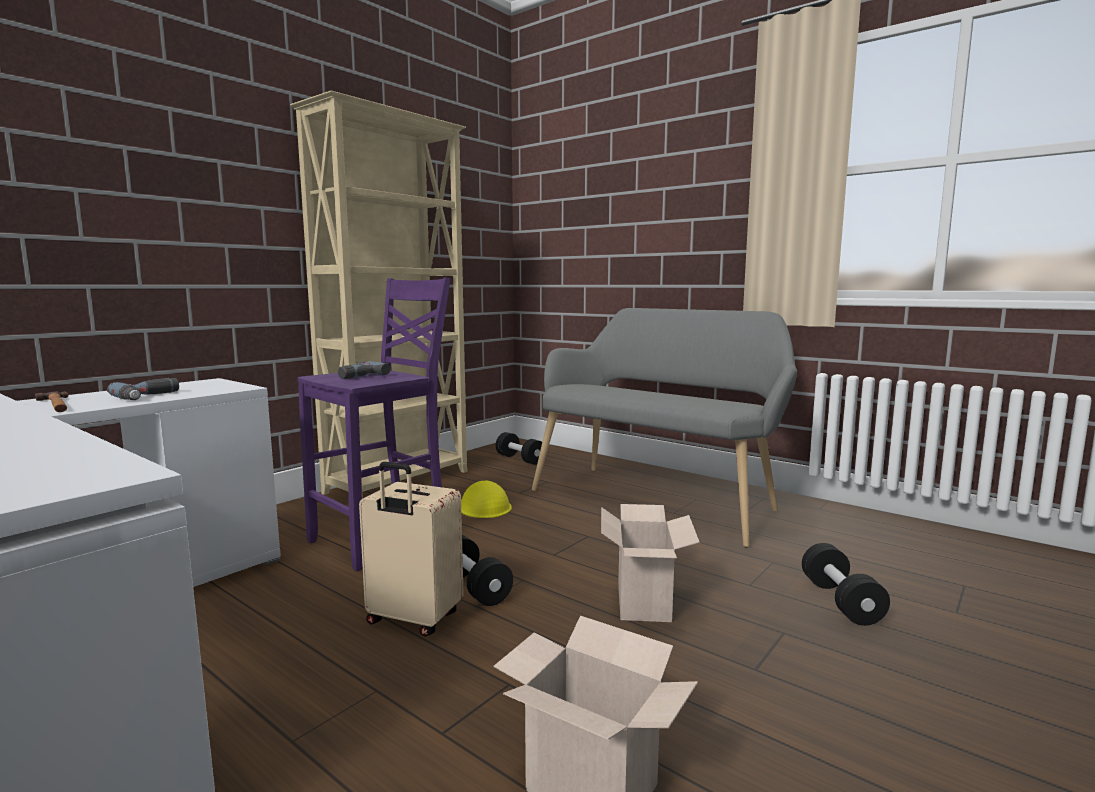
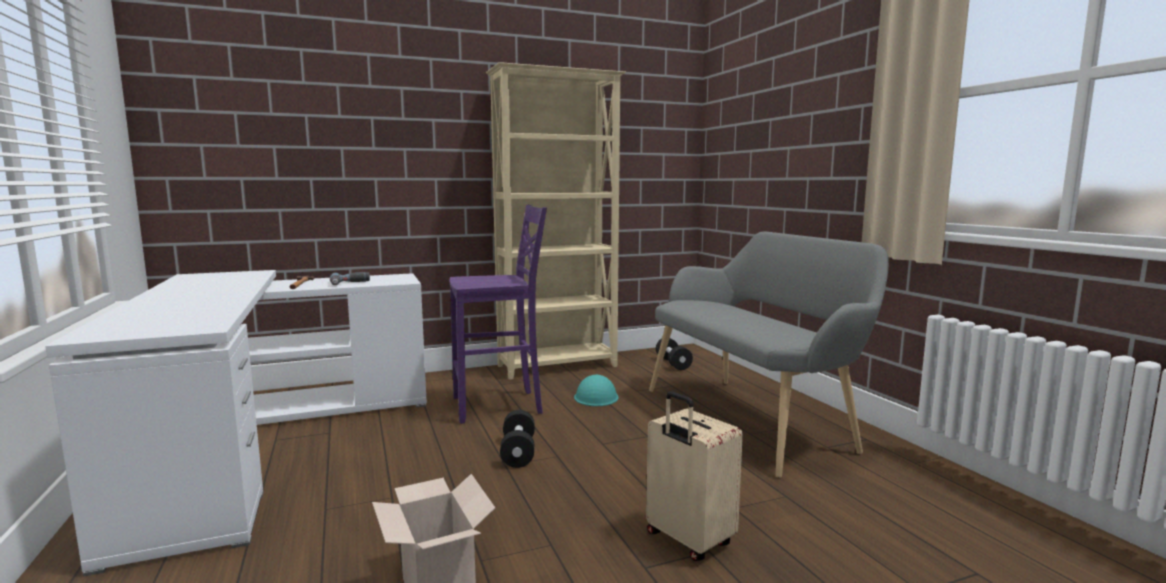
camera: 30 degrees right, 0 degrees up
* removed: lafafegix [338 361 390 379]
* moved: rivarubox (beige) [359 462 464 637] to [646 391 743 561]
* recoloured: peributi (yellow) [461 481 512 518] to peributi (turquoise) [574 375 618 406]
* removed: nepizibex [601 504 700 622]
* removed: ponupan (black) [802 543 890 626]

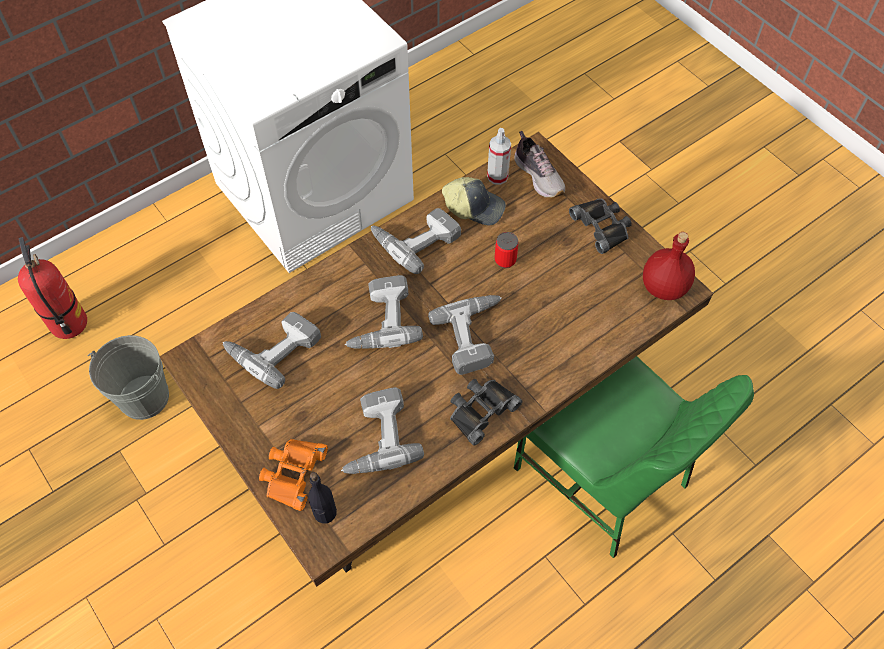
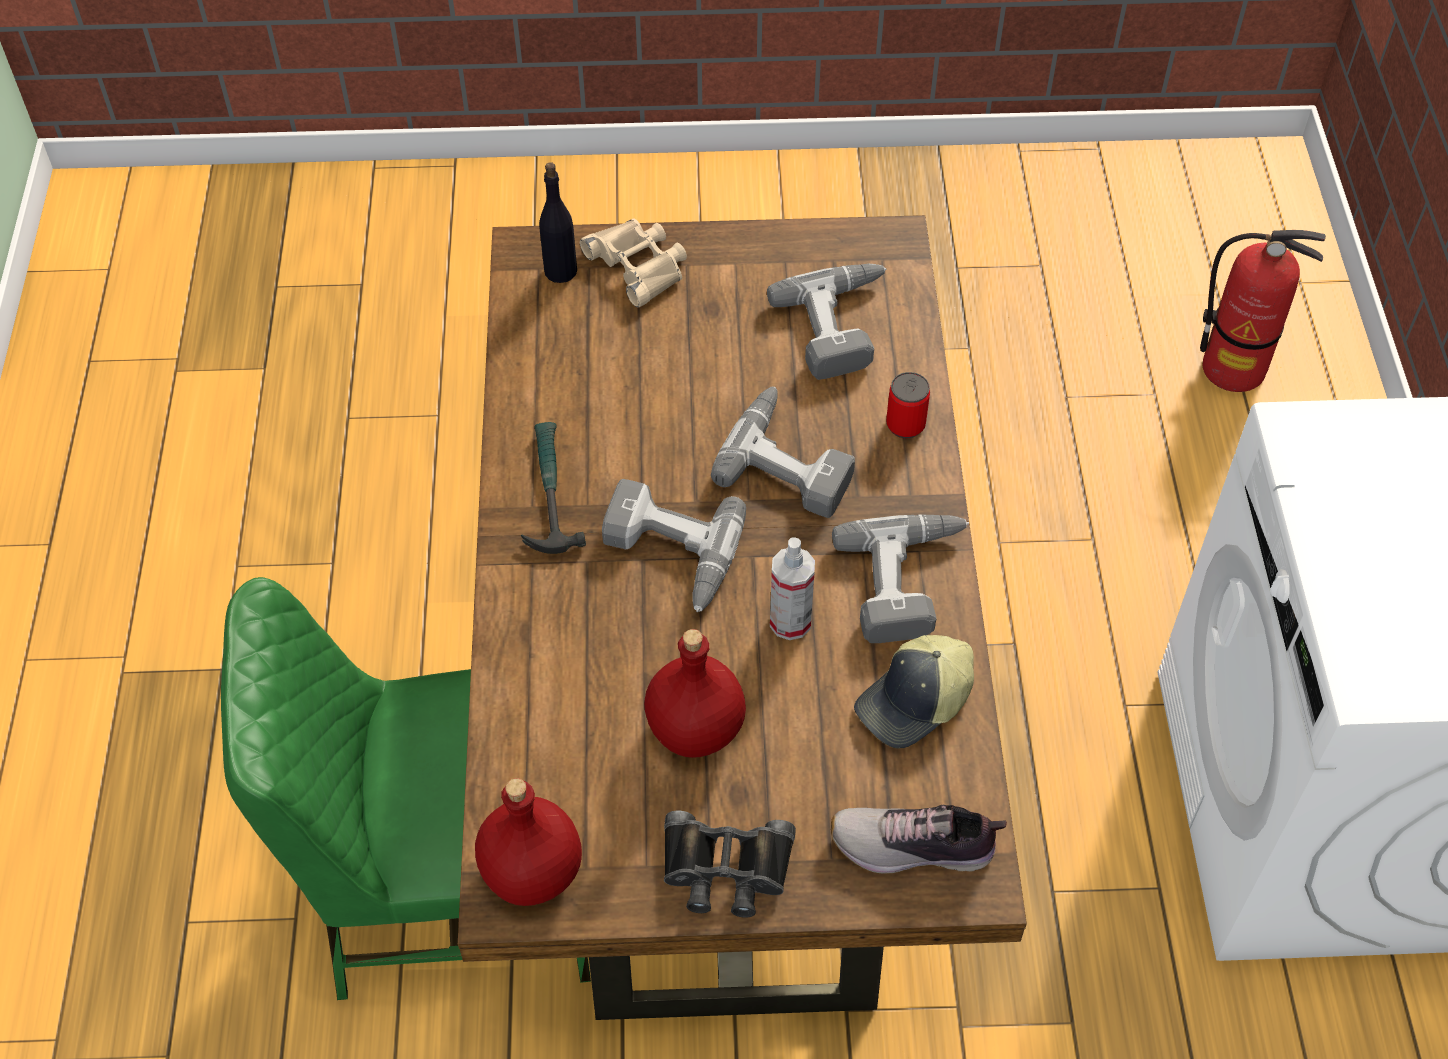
camera: 125 degrees right, 5 degrees down
* moved: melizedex [487 128 511 185] to [770 537 815 640]
* moved: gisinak [494 232 519 268] to [886 372 930 438]
* removed: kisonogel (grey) [88 335 169 420]
* replaced: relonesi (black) [450 379 522 446] to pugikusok [521 422 586 554]
* removed: lafafegix [341 387 424 474]
* recoloured: relonesi (orange) [259 439 328 511] to relonesi (beige) [580 219 687 307]
* added: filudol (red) [644 629 746 758]

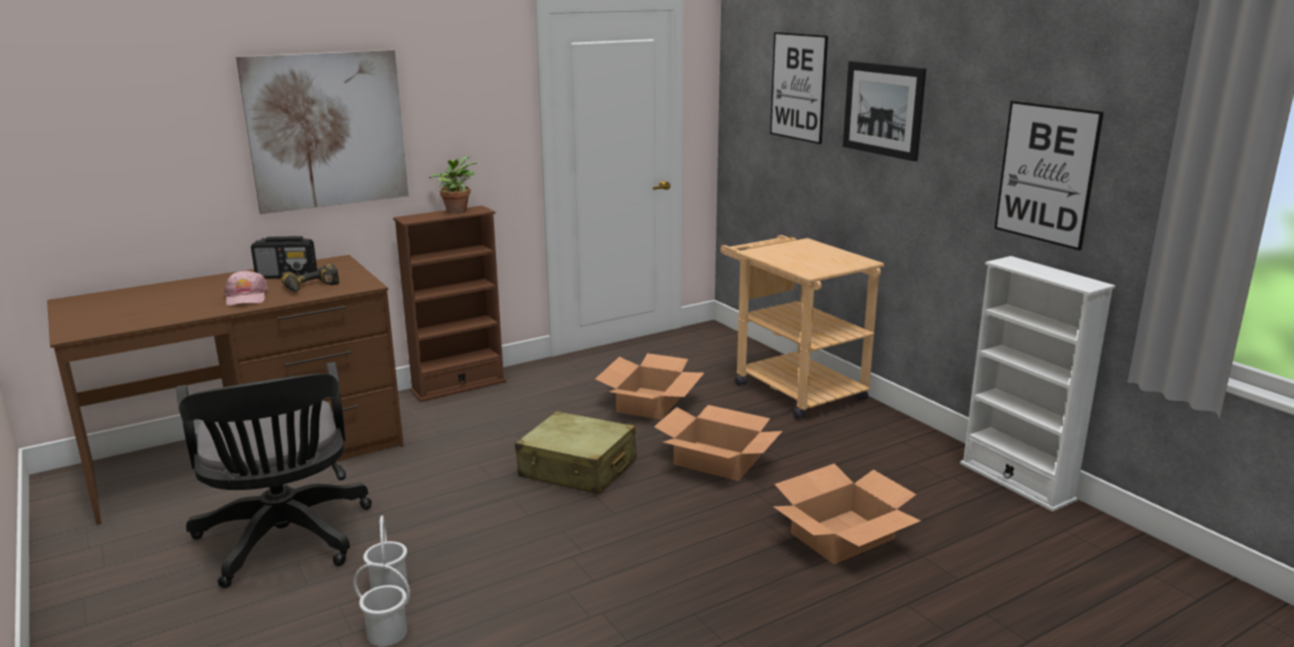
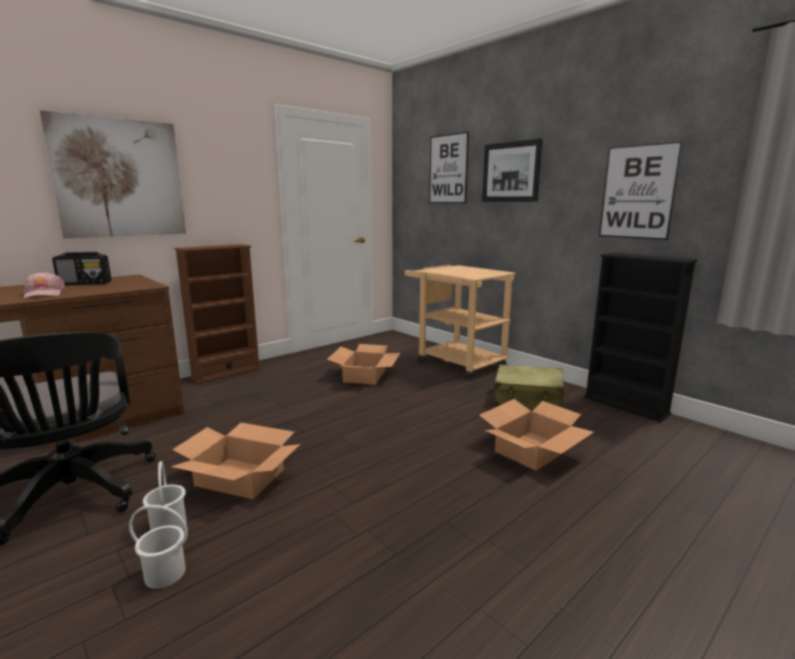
camera: 10 degrees left, 5 degrees down
* removed: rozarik [429 156 477 214]
* recoloured: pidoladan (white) [960 256 1115 512] to pidoladan (black) [584 253 698 422]
* removed: lafafegix [281 264 339 292]
* moved: nepizibex [654 405 782 481] to [171 423 300 499]
* moved: rivarubox (beige) [515 411 637 494] to [494 364 568 410]

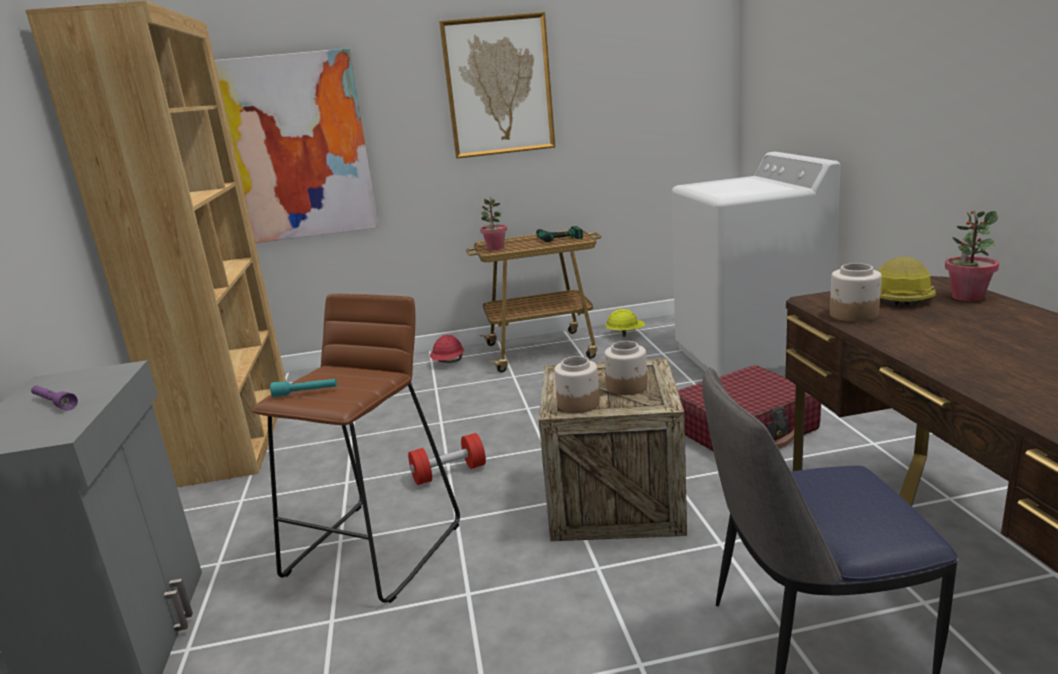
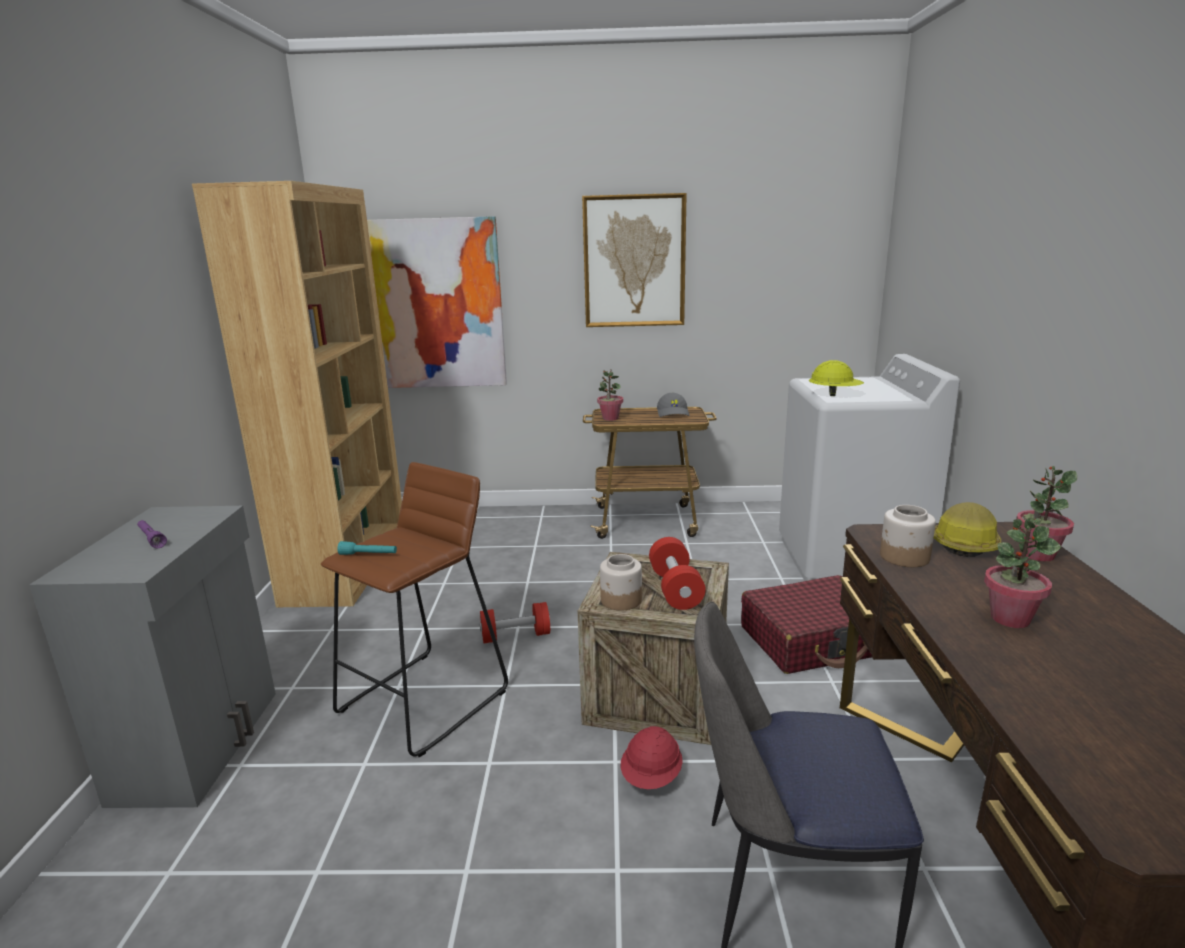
camera: 10 degrees right, 0 degrees up
* replaced: lafafegix [536 226 583 242] to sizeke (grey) [657 393 690 417]
* moved: peributi (yellow) [605 309 646 337] to [809 360 864 396]
* moved: peributi (red) [430 335 464 363] to [621 726 683 789]
* replaced: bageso [604 341 647 395] to ponupan (red) [649 537 706 610]
* added: rozarik [984 518 1061 628]

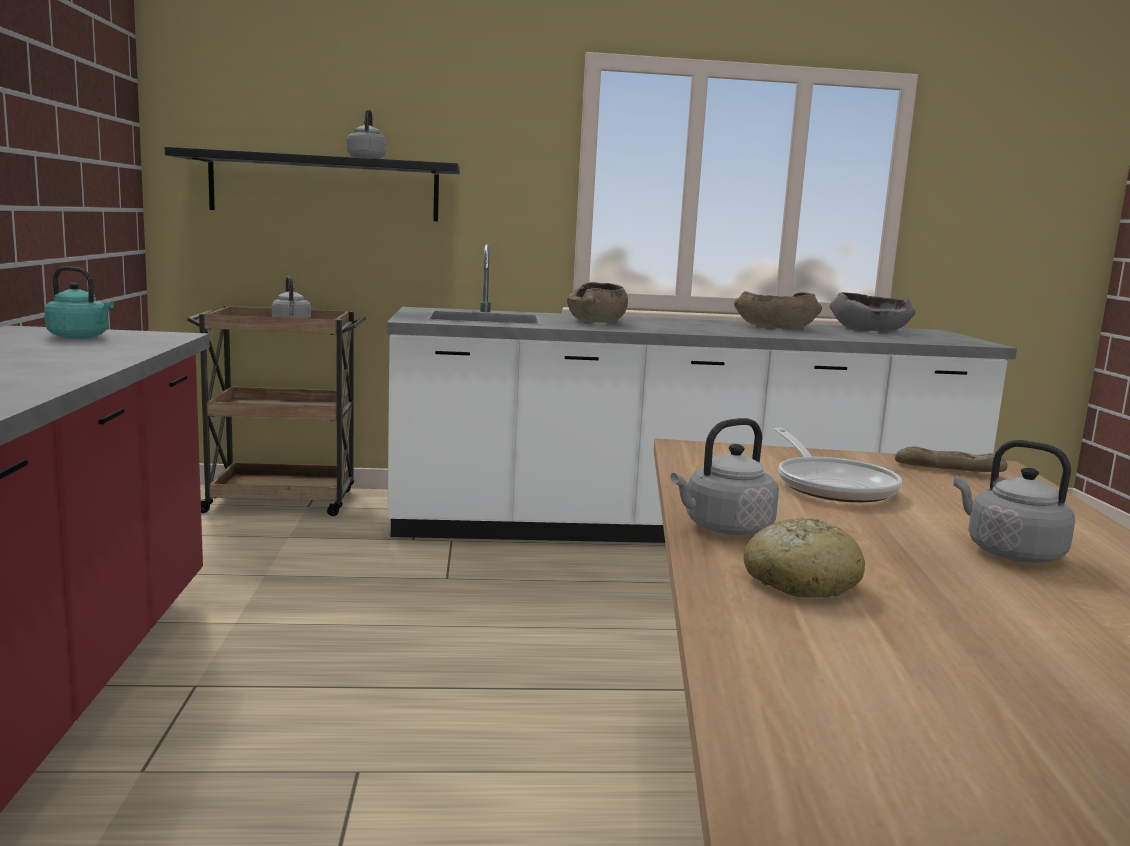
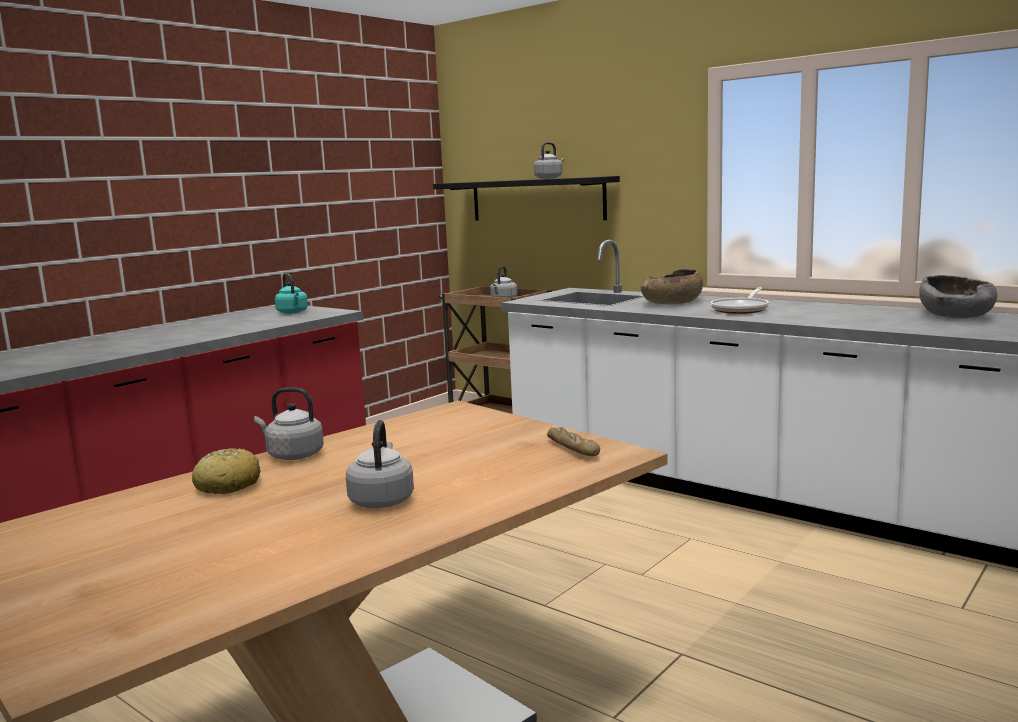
camera: 45 degrees right, 0 degrees up
* removed: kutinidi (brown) [734 291 822 329]
* moved: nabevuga [774 428 902 502] to [711 287 769 314]

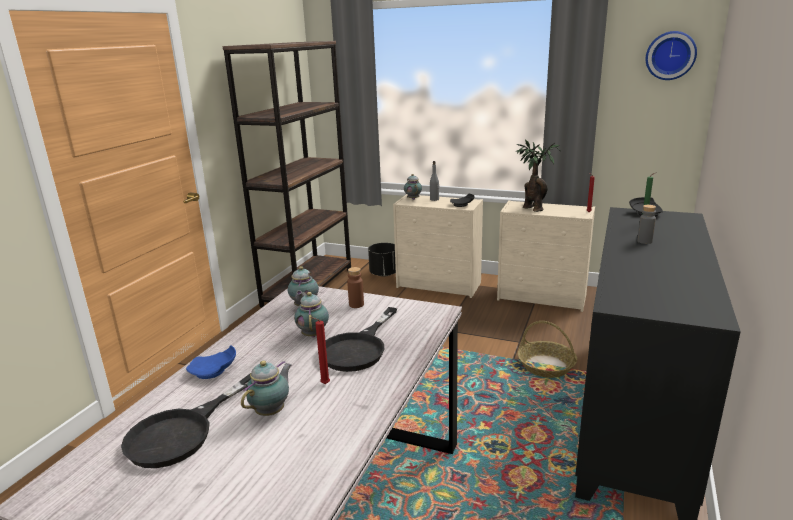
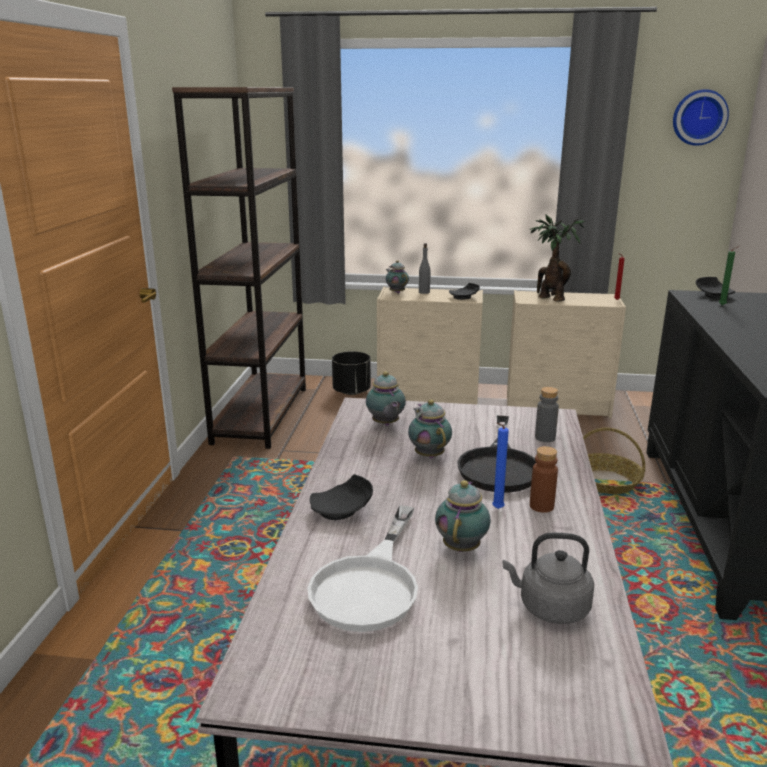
camera: 15 degrees left, 0 degrees up
* moved: filudol (grey) [637 205 656 244] to [535 387 559 442]
* moved: filudol (brown) [347 267 364 308] to [530 446 558 513]
* recoloured: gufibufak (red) [311 317 330 384] to gufibufak (blue) [492 423 509 509]
* recoloured: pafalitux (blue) [186 345 236 379] to pafalitux (black) [310 474 373 520]
* recoloured: nabevuga (black) [121 374 251 468] to nabevuga (white) [307 505 418 632]
* added: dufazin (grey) [503 533 594 624]

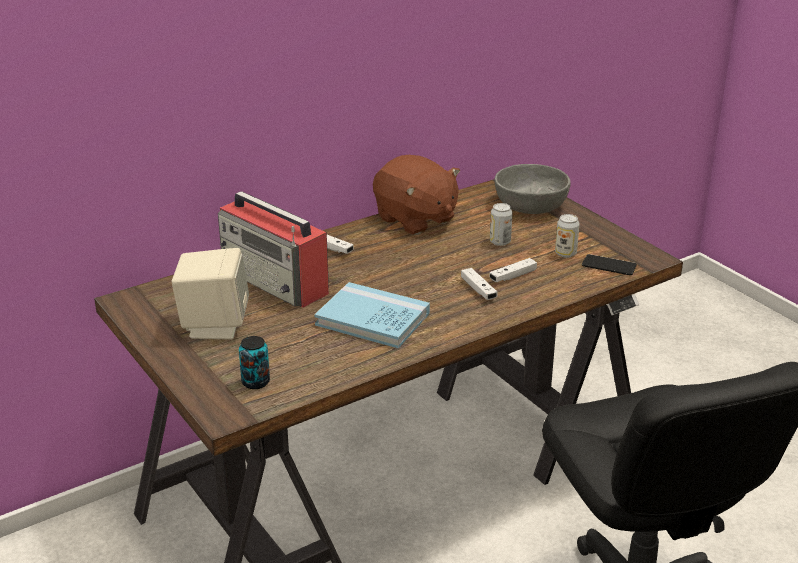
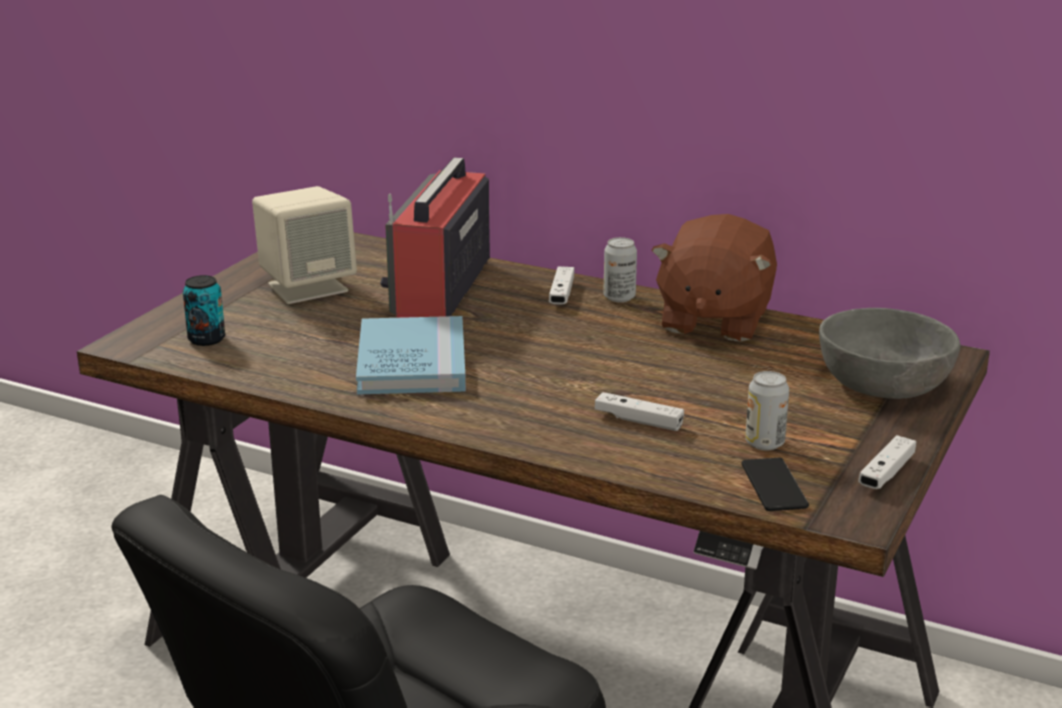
camera: 60 degrees right, 5 degrees down
* moved: gisinak [490 203 513 246] to [604 237 637 302]
* moved: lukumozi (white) [461 268 497 300] to [858 435 916 489]

